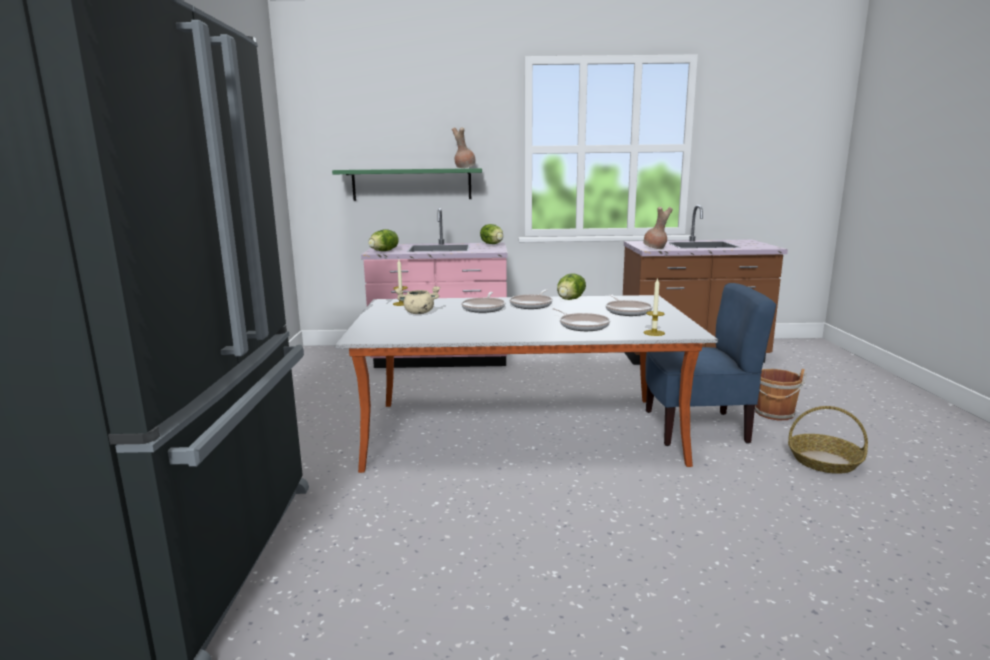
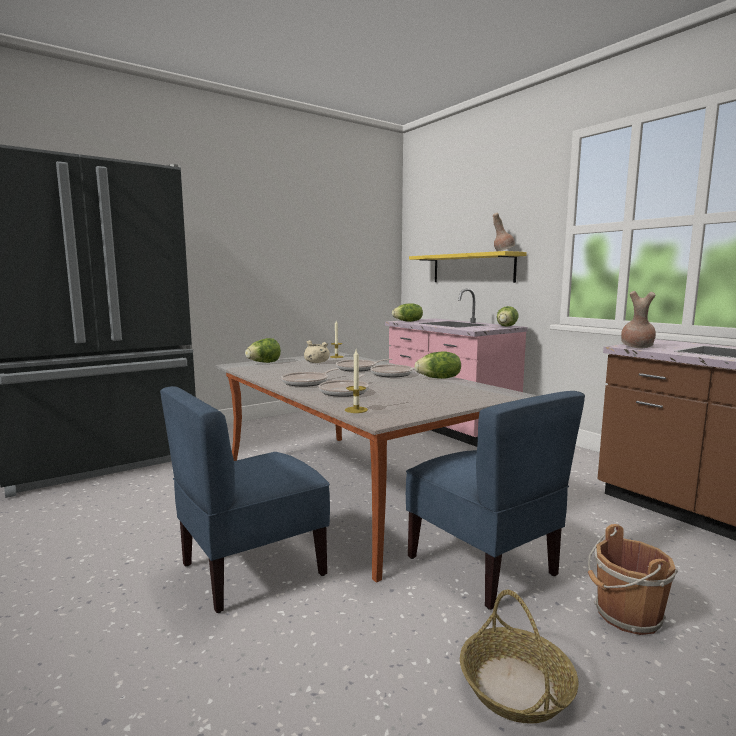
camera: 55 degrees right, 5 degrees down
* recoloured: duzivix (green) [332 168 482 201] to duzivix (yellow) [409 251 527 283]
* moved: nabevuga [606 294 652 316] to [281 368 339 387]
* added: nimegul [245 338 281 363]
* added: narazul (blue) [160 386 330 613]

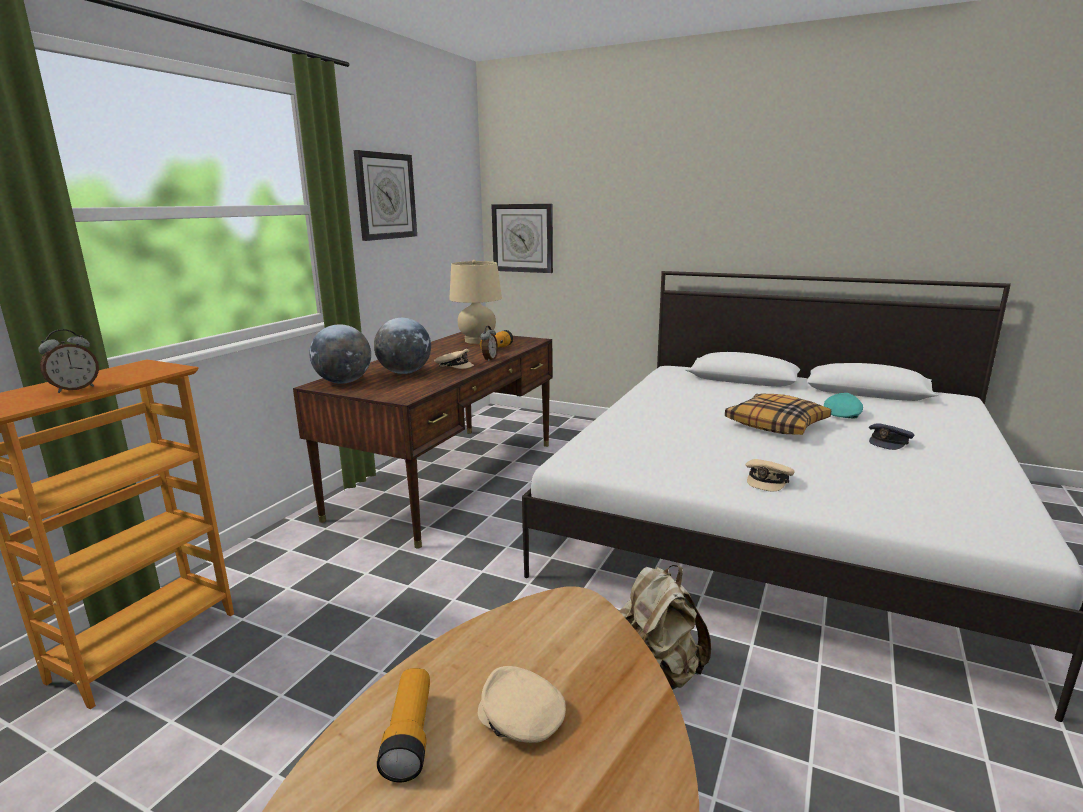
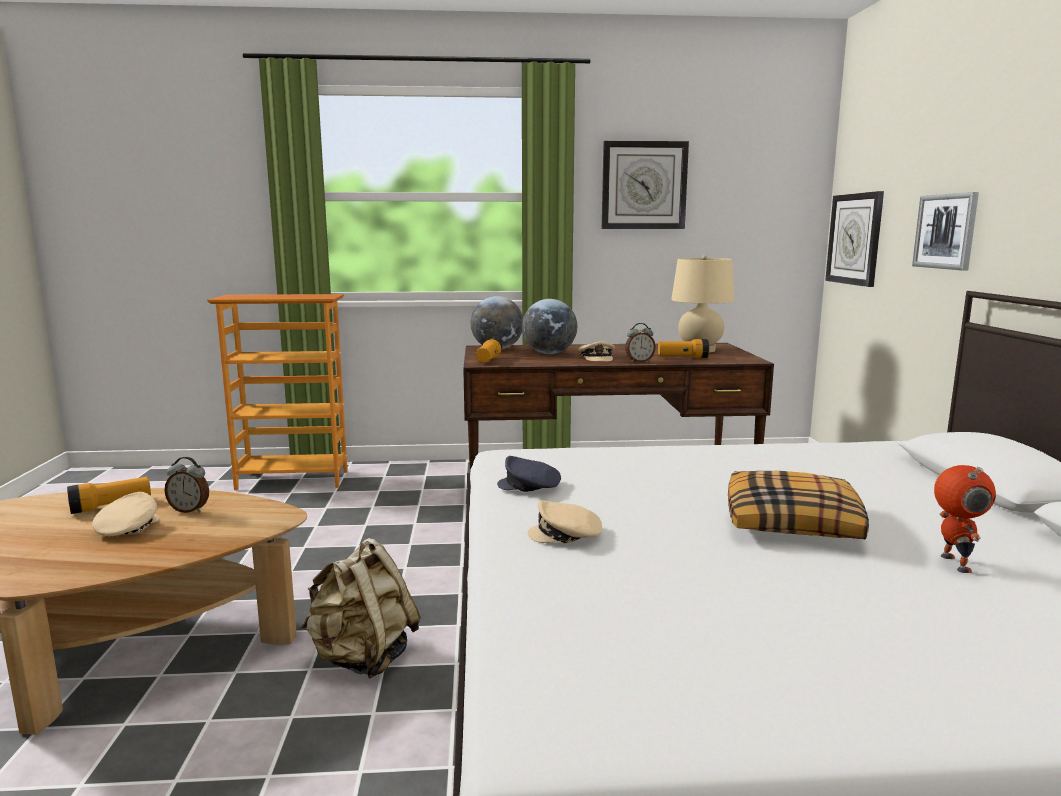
camera: 60 degrees right, 5 degrees down
* moved: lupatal [38 329 99 393] to [165 457 209 513]
* replaced: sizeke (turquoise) [824 393 863 418] to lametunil [934 465 996 573]
* moved: sizeke (grey) [869 424 914 450] to [497 456 561 492]
* added: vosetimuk [912 192 979 270]
* added: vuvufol [476 338 502 362]

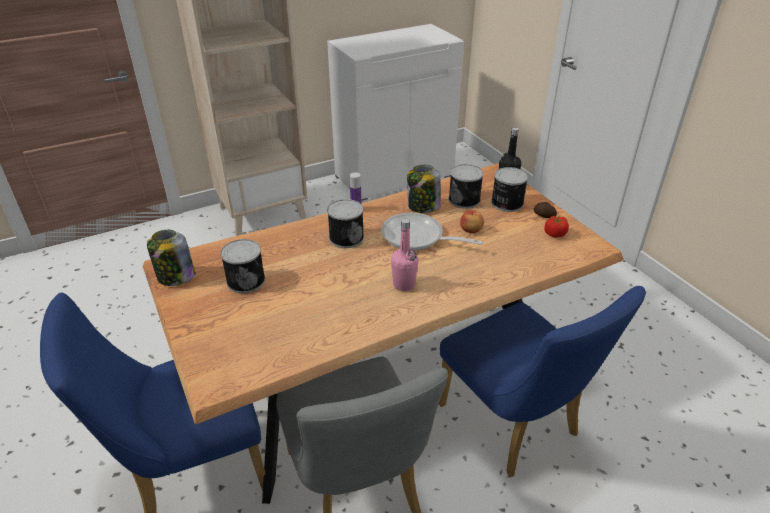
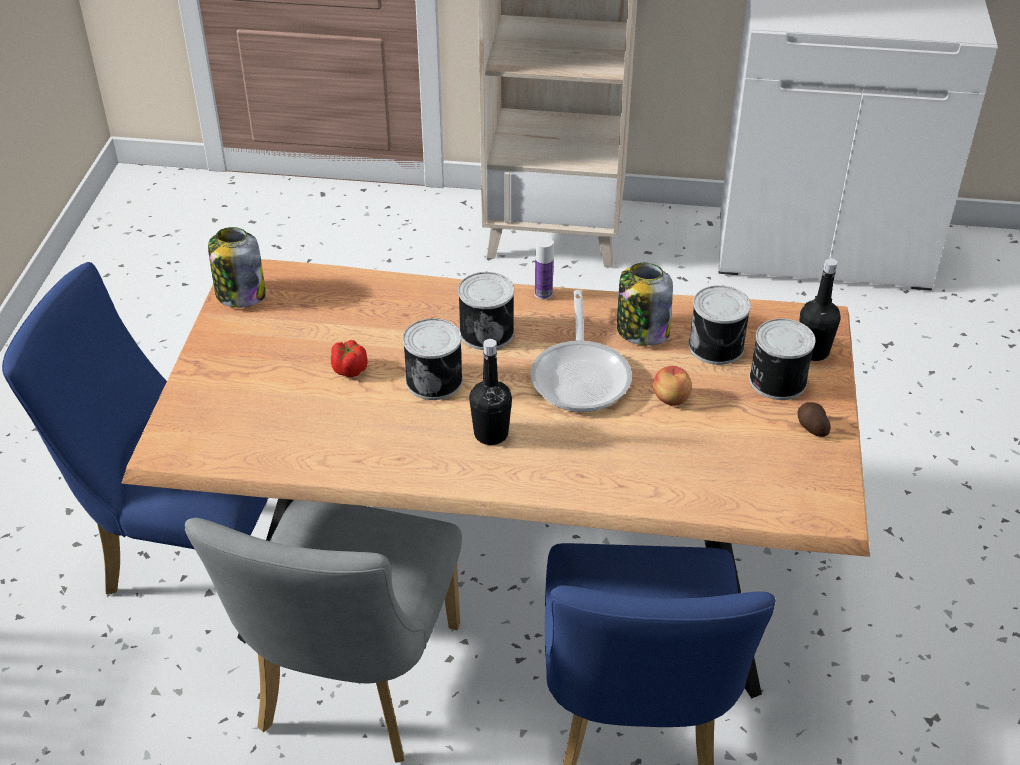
camera: 35 degrees right, 5 degrees up
* turned: nabevuga [381 213 483 251] = [530 290 632 412] 150 degrees counterclockwise
* moved: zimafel [544 216 569 237] to [331 340 368 377]
* recoloured: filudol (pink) [391 218 419 291] to filudol (black) [469 339 512 445]
* moved: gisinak [220 239 265 293] to [403 318 463 400]

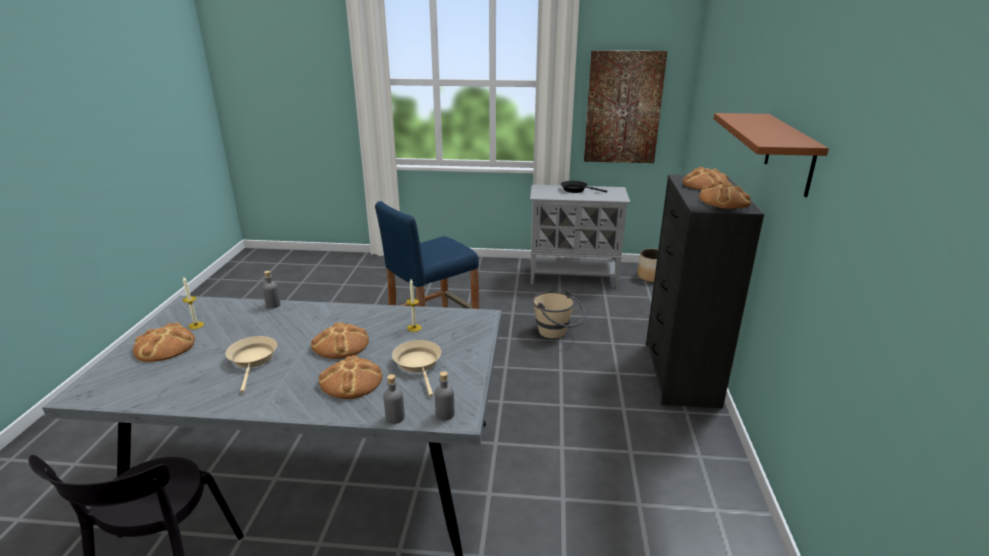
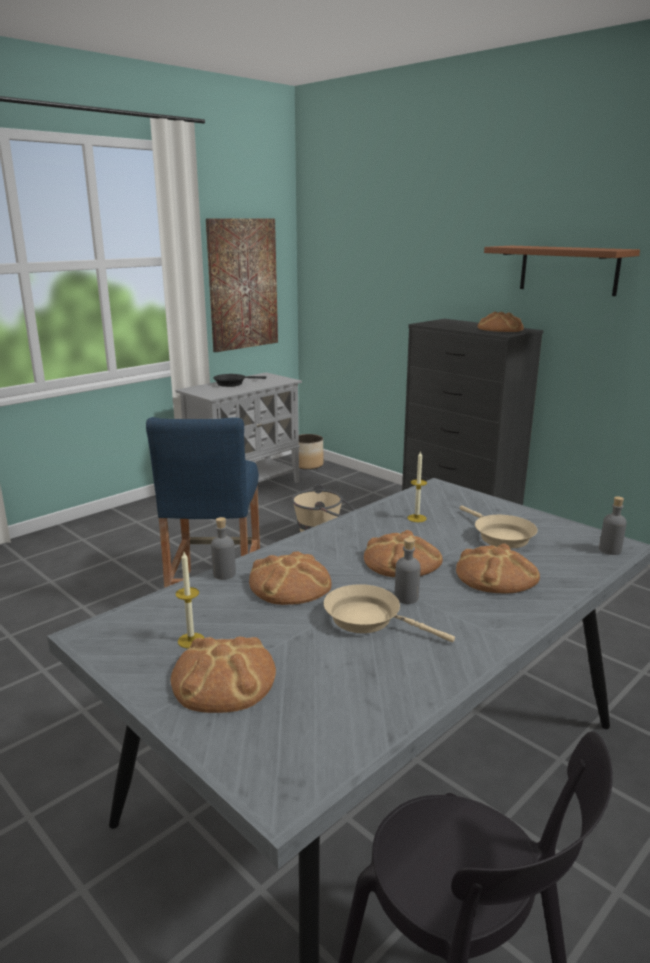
camera: 50 degrees left, 5 degrees down
* moved: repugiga [683 167 729 190] to [249 551 331 605]
* turned: nabevuga (beige) [392 340 441 397] = [460 506 538 549] 135 degrees counterclockwise
* moved: filudol (grey) [383 374 405 424] to [395 538 421 604]

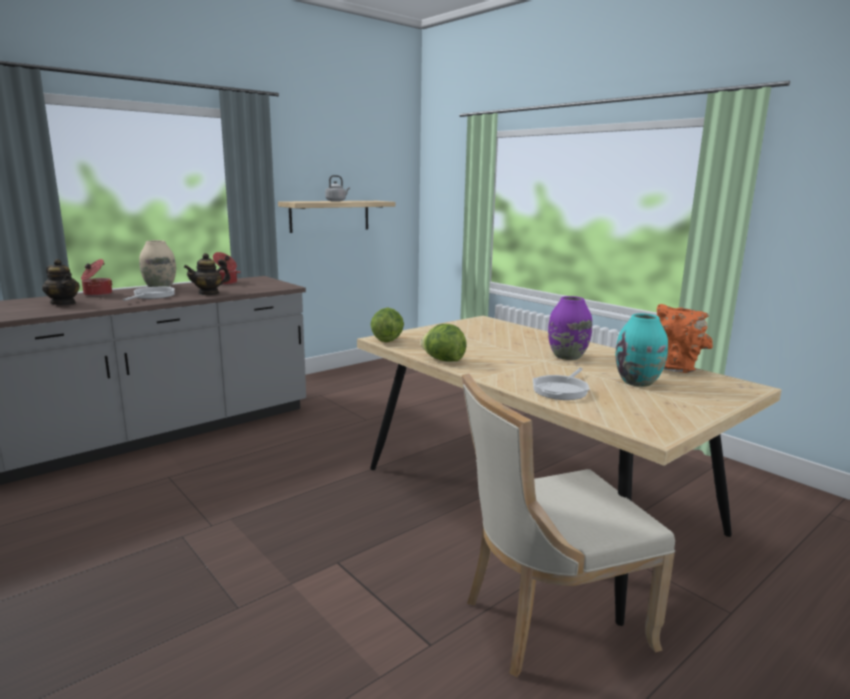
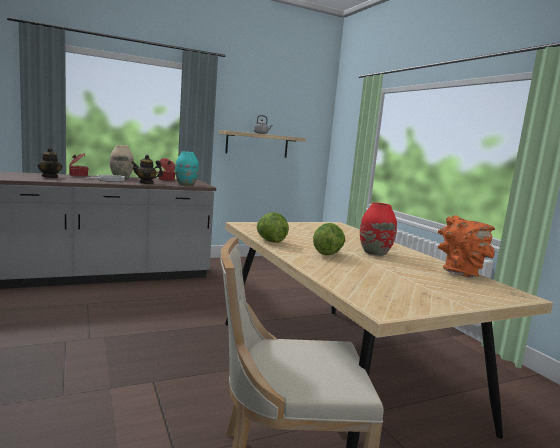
camera: 15 degrees right, 5 degrees down
* recoloured: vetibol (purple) [548 296 592 360] to vetibol (red) [360 203 397 256]
* moved: nimegul [370 308 404 342] to [313 223 345 255]
* moved: vetibol (turquoise) [615 313 668 387] to [175 151 199 186]
* removed: nabevuga [533 368 590 400]

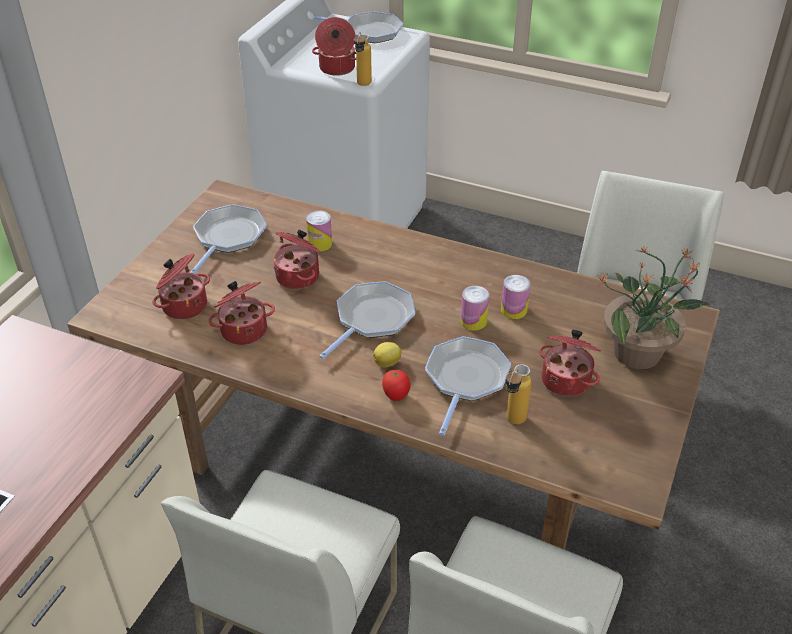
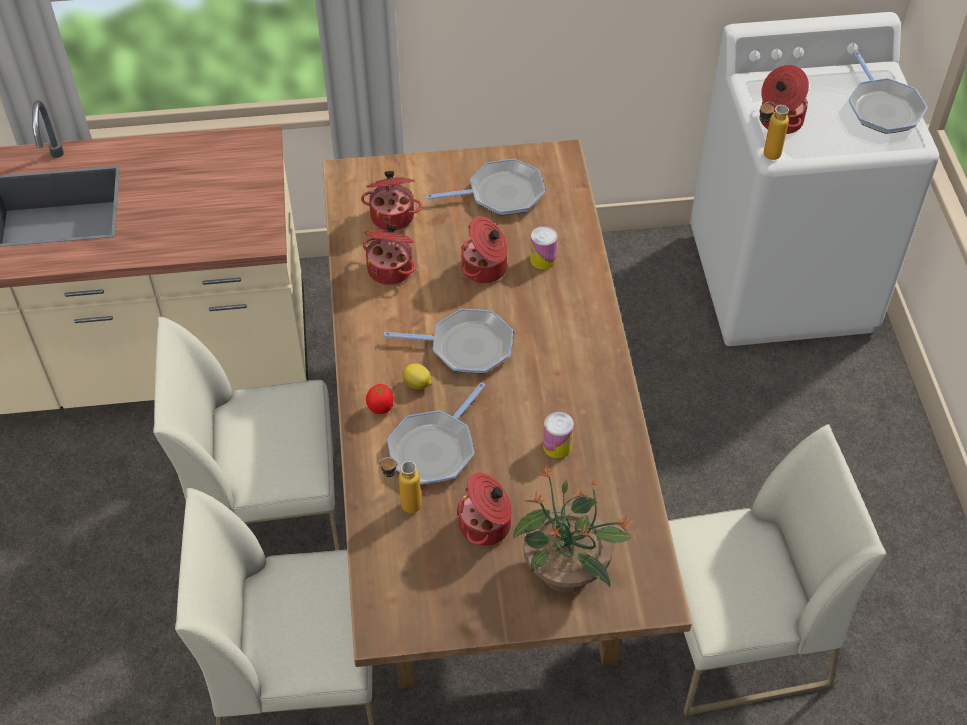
camera: 60 degrees right, 10 degrees up
* removed: gisinak [461 286 490 331]
* turned: nabevuga [425 336 511 436] = [387 382 485 484] 135 degrees clockwise

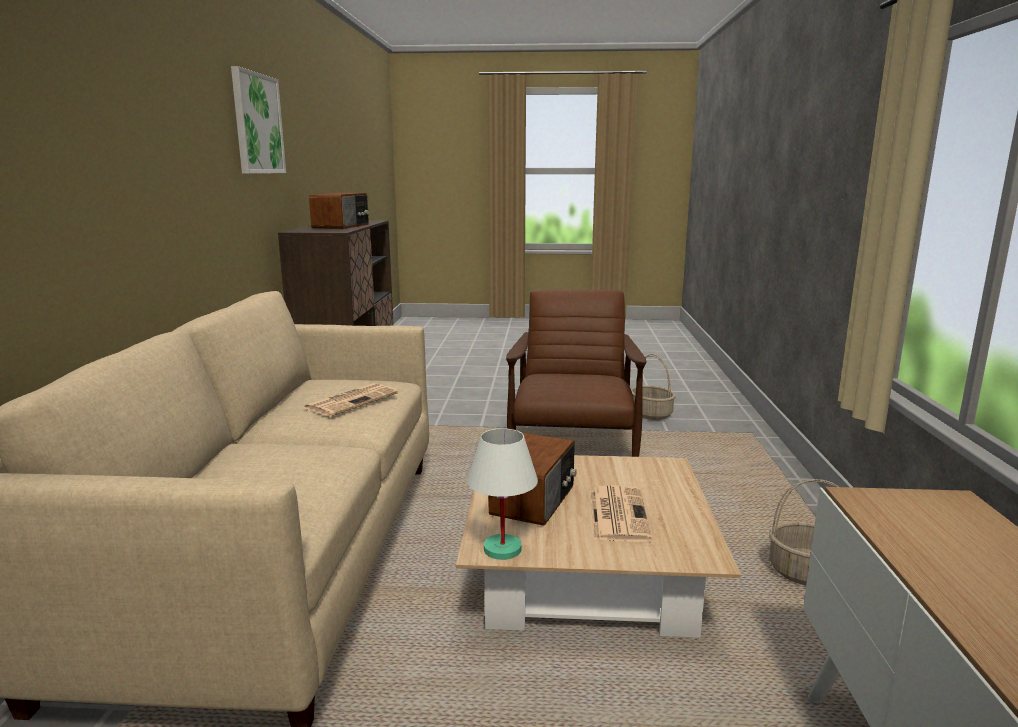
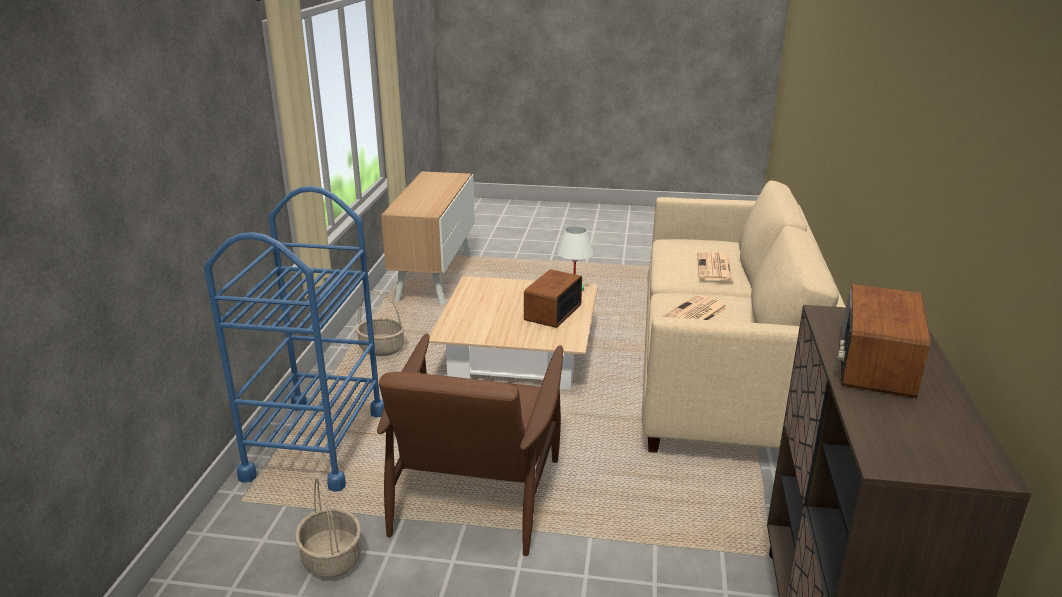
camera: 175 degrees left, 10 degrees up
* removed: vosetimuk [231 66 286 174]
* moved: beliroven [590 486 652 542] to [697 251 733 282]
* added: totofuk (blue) [204 186 384 492]

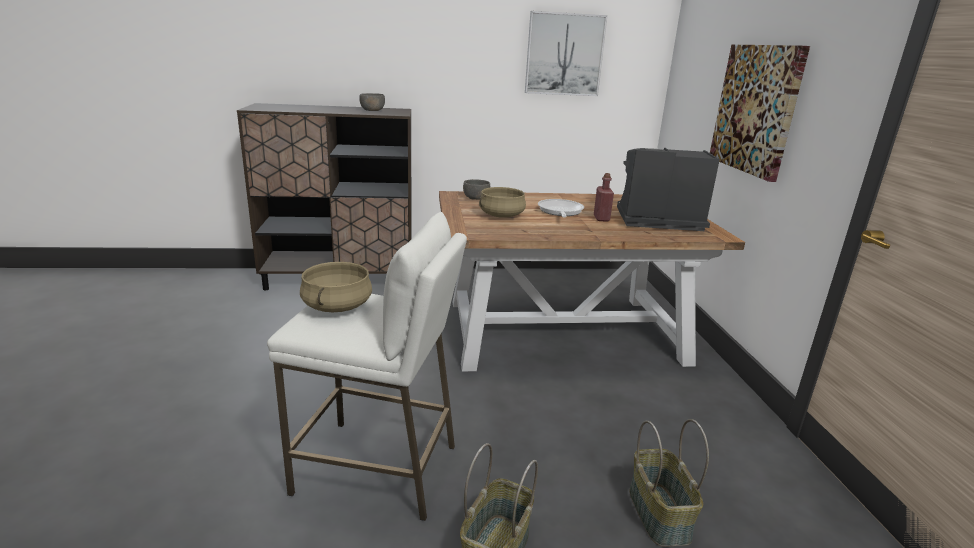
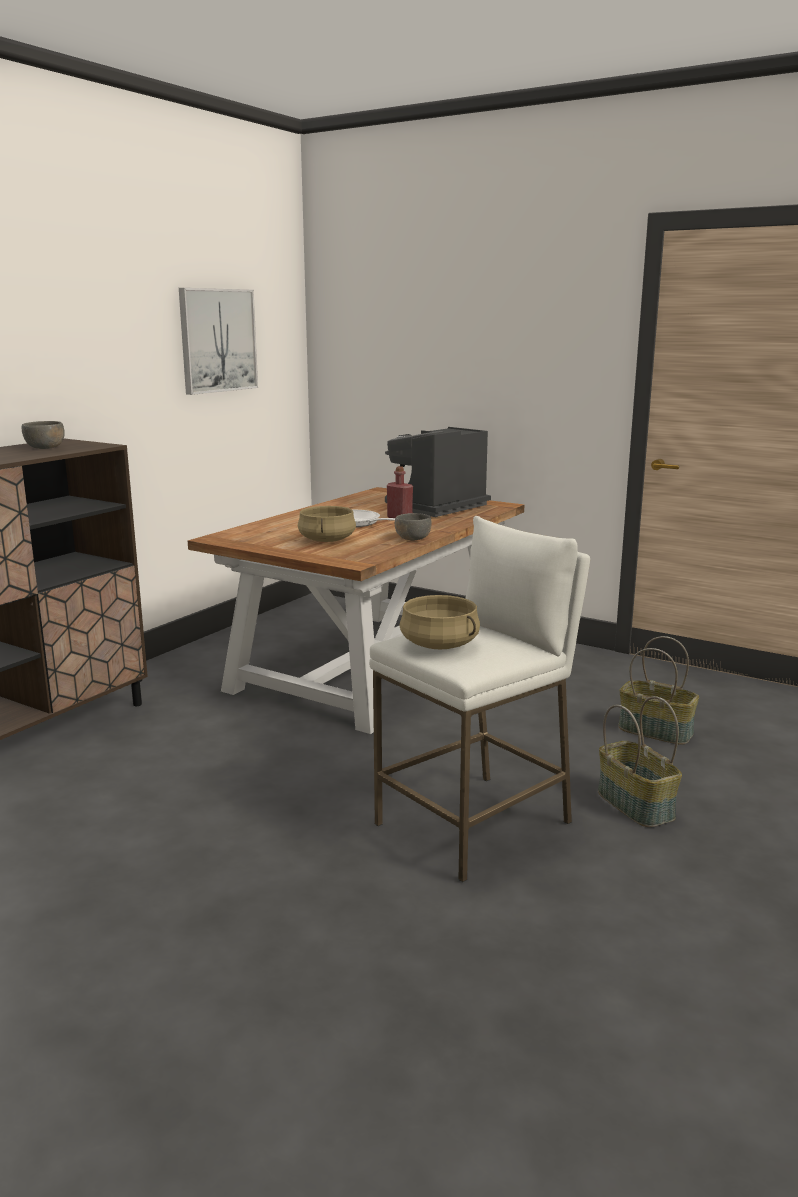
camera: 50 degrees left, 5 degrees down
* removed: vosetimuk [710 45 810 182]
* moved: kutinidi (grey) [463 179 490 200] to [395 513 431 540]

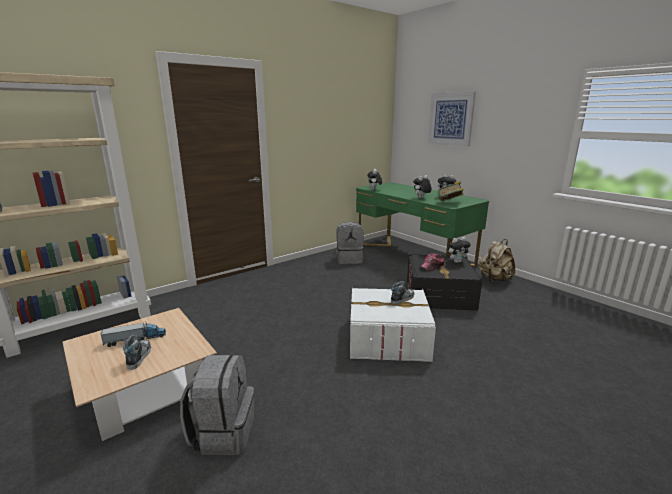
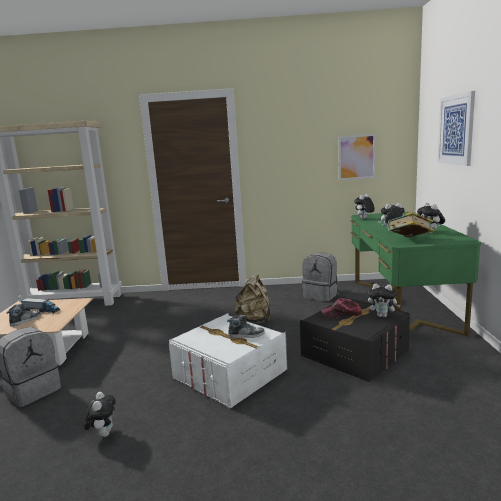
camera: 40 degrees right, 5 degrees down
* moved: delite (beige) [479 239 515 282] to [234 275 270 323]
* added: vosetimuk [338 134 375 180]
* added: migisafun [84 392 116 437]

